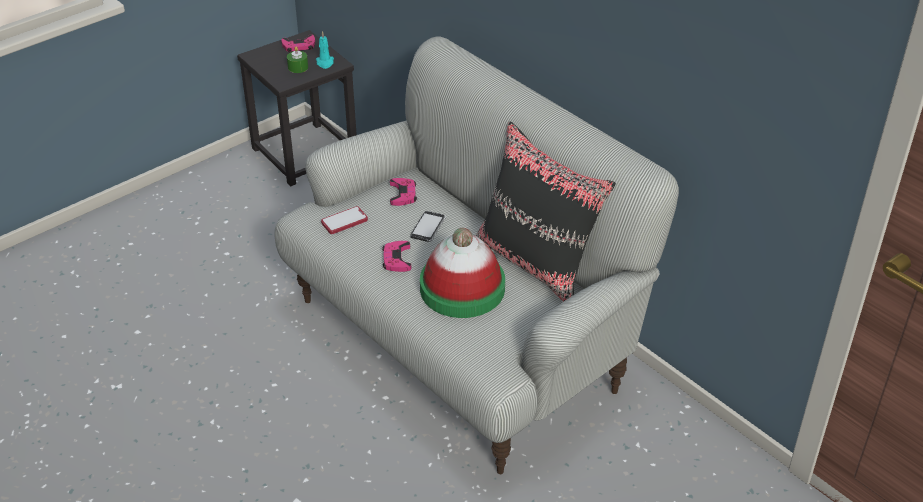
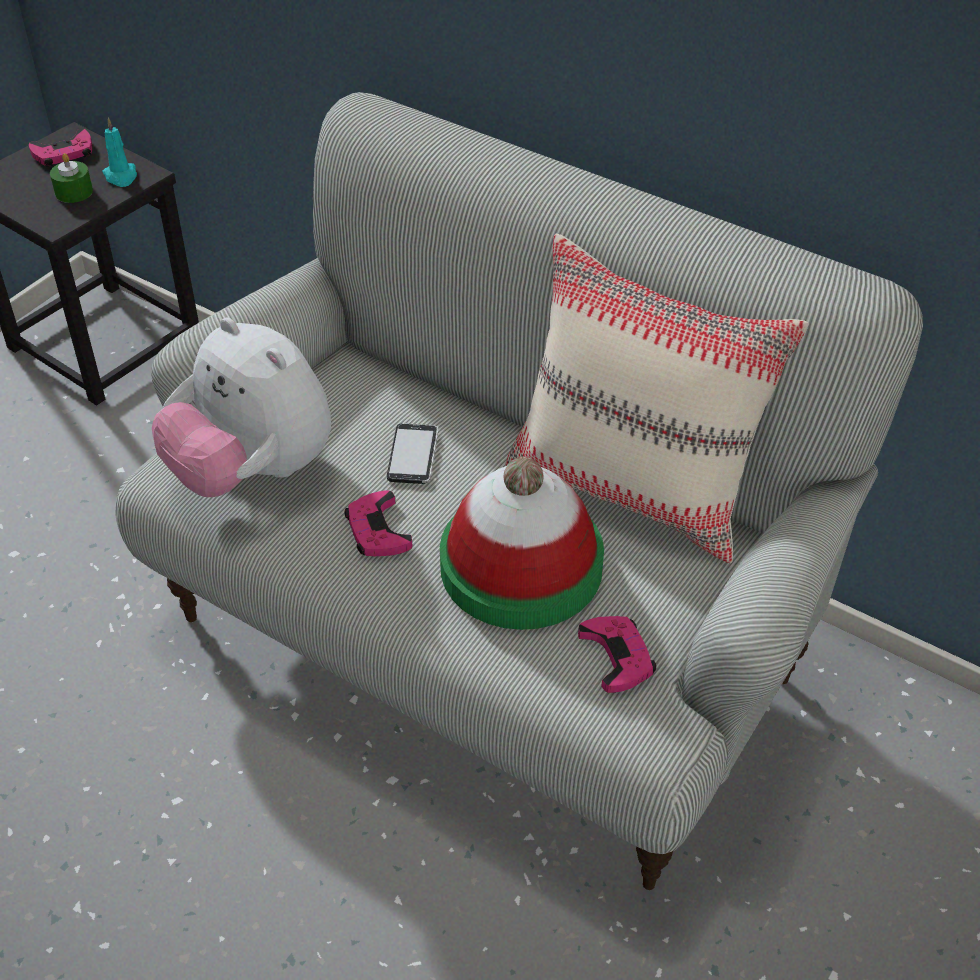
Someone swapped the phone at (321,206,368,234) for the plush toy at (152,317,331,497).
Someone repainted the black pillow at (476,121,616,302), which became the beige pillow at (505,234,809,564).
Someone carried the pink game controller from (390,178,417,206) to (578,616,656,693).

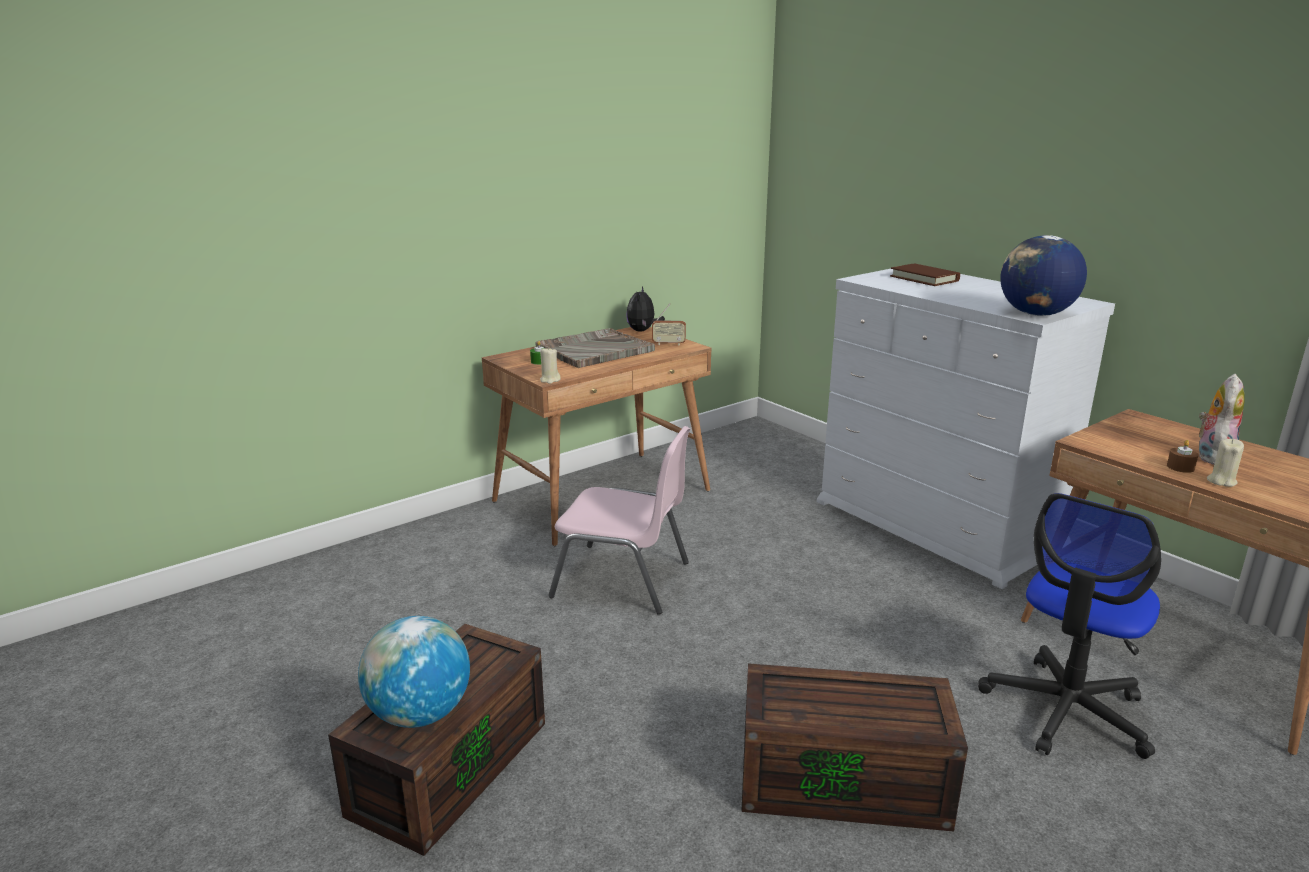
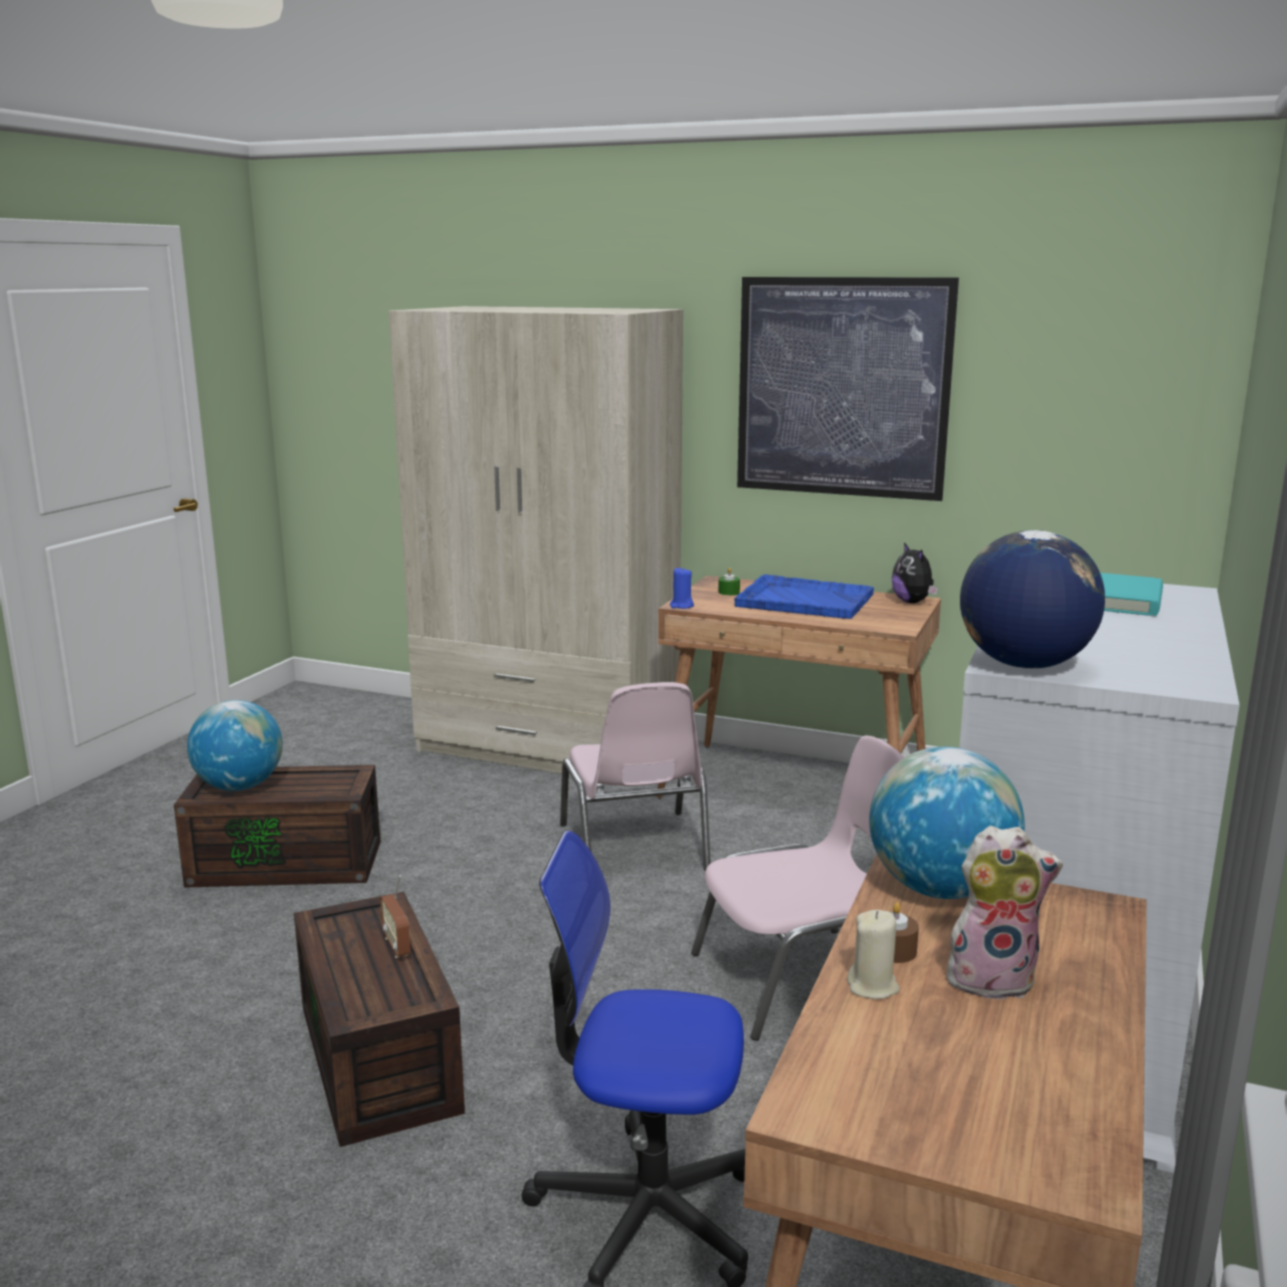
Someone carried the radio from (652,303,686,346) to (380,875,411,958).
Someone put down the beige wardrobe at (389,306,683,787).
Someone repainted the beige candle at (540,347,561,384), which became the blue candle at (670,567,694,609).
Someone put down the pink chair at (691,735,904,1041).
Someone repainted the grey tray at (536,328,655,368), which became the blue tray at (734,574,874,619).
Someone put up the picture at (737,277,959,501).
Someone put down the globe at (869,746,1025,899).
Someone rotated the plush toy at (626,287,665,331) by 90 degrees counterclockwise.
Someone repainted the brown book at (890,264,960,286), which became the turquoise book at (1100,573,1163,616).

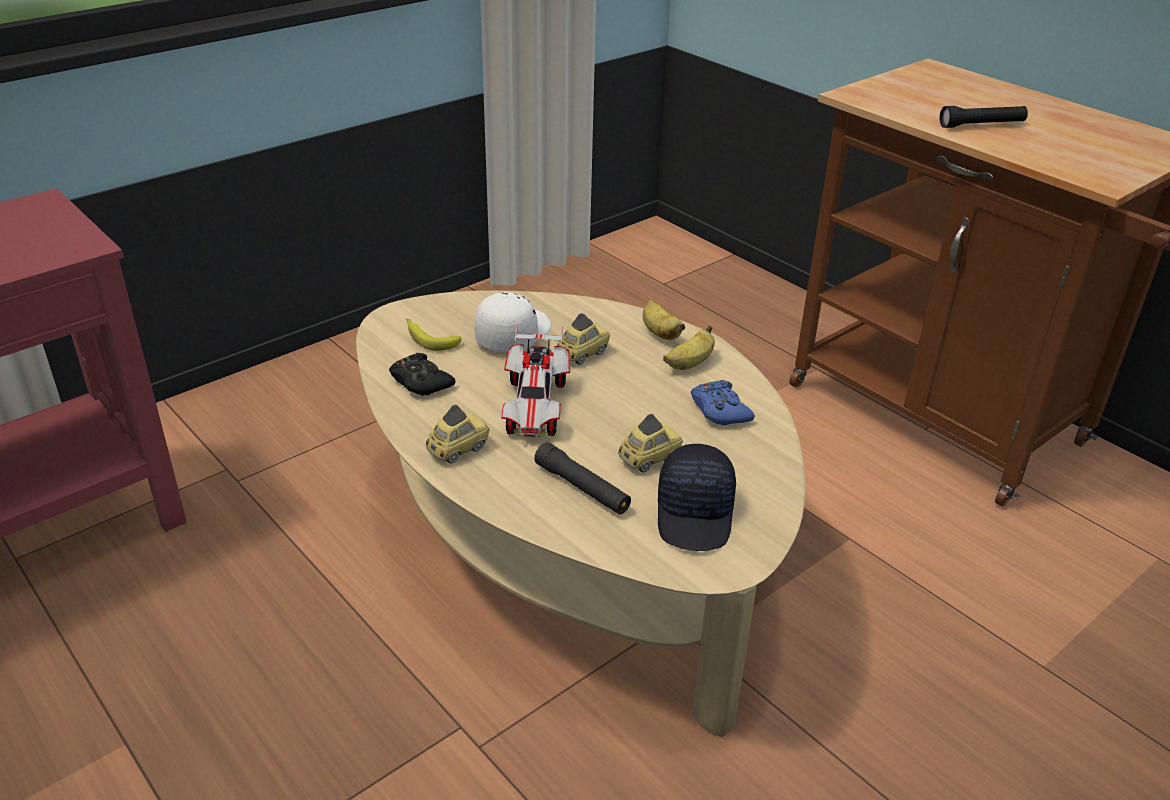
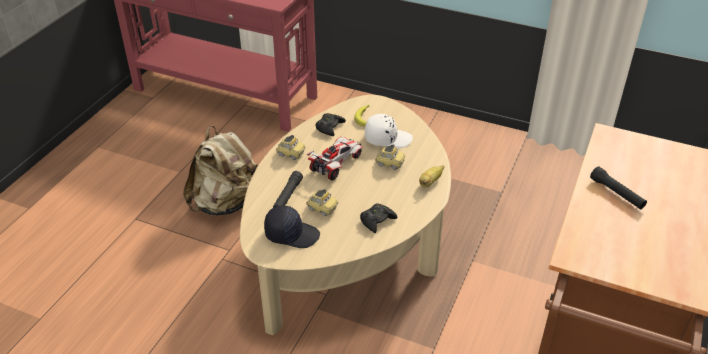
Someone put down the beige backpack at (183,125,258,215).
Someone rotated the black cap at (658,444,736,551) by 150 degrees counterclockwise.
Someone rotated the toy car at (502,324,570,437) by 150 degrees clockwise.
Someone repainted the blue game controller at (691,380,755,426), which became the black game controller at (360,203,397,233).
Someone took away the banana at (663,325,715,370).

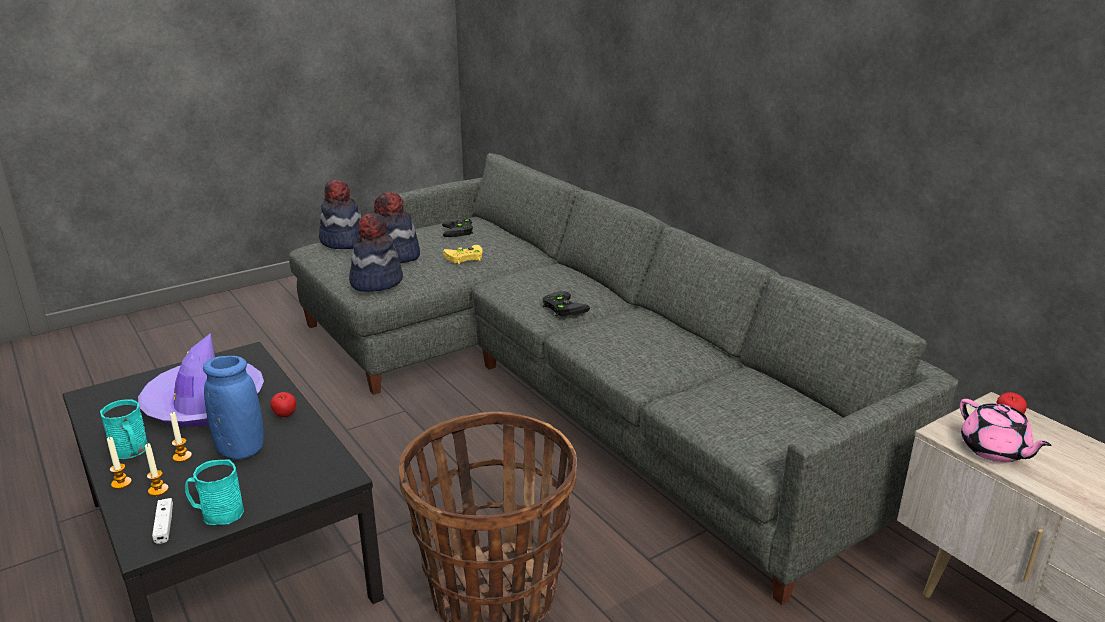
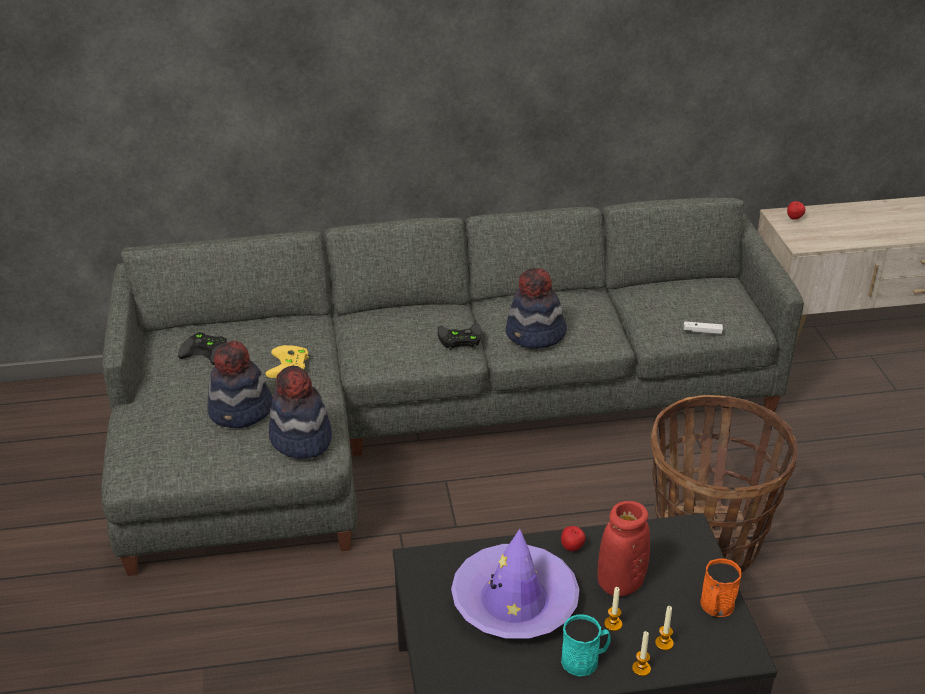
Someone carried the hat from (319,179,362,249) to (506,268,567,349).
Someone repainted the blue vase at (203,356,264,460), which became the red vase at (598,501,650,596).
Someone carried the white game controller from (152,498,173,544) to (684,321,723,334).
Someone repainted the turquoise mug at (185,460,244,525), which became the orange mug at (700,558,742,617).
Someone took away the pink teapot at (960,399,1051,462).

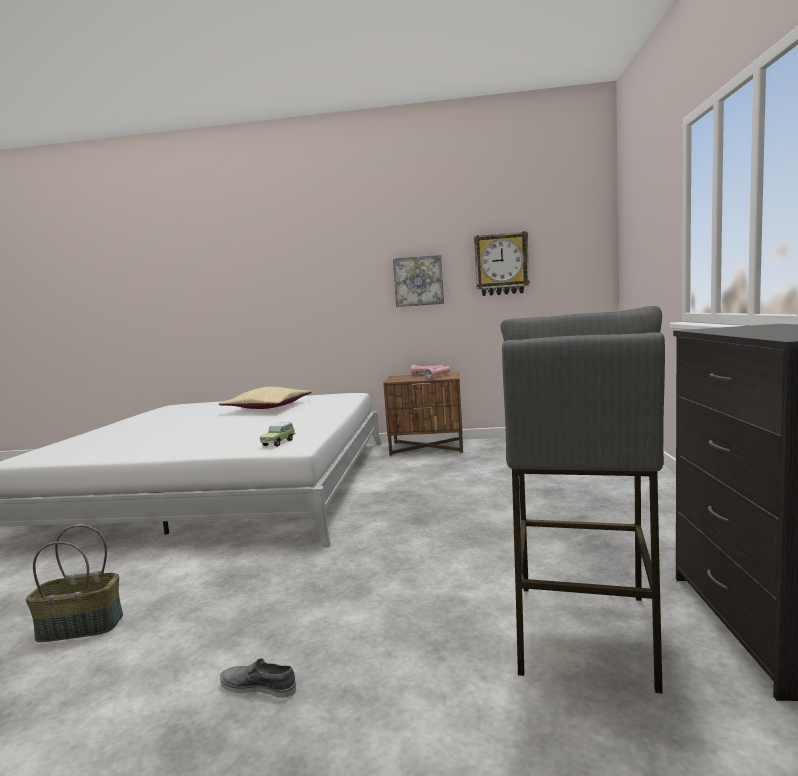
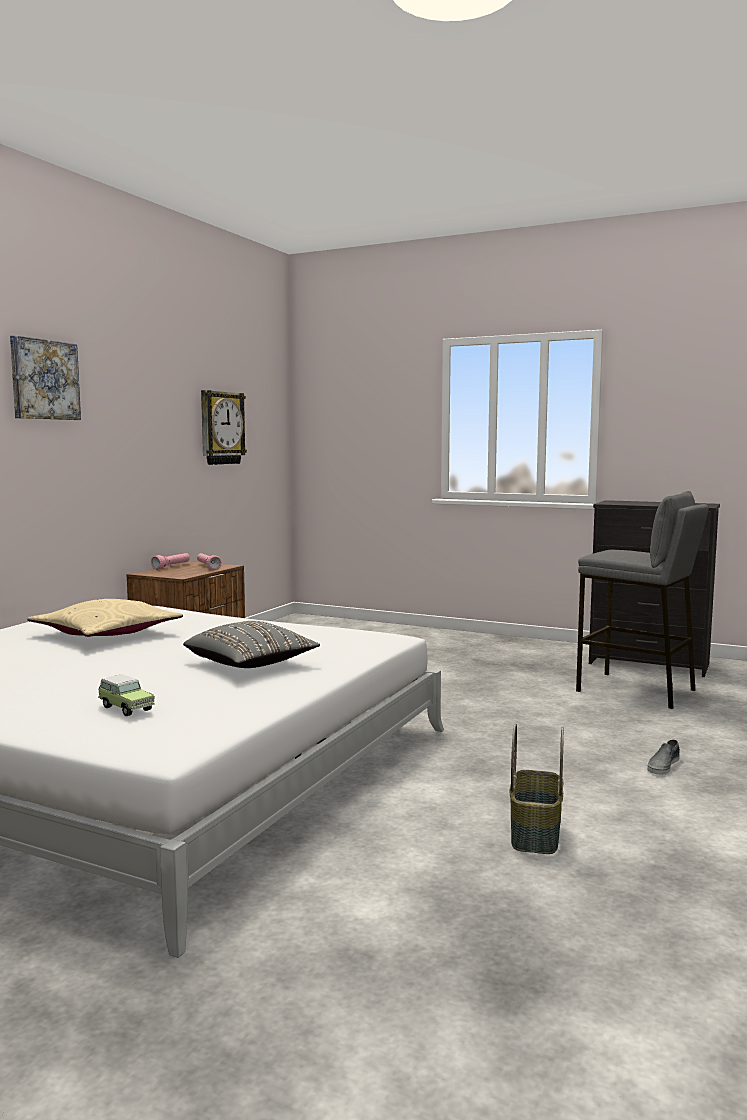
Someone carried the picture from (393,255,444,307) to (10,335,81,420).
Someone carried the toy car from (260,422,295,446) to (98,674,155,716).
Someone put down the grey pillow at (183,621,320,668).

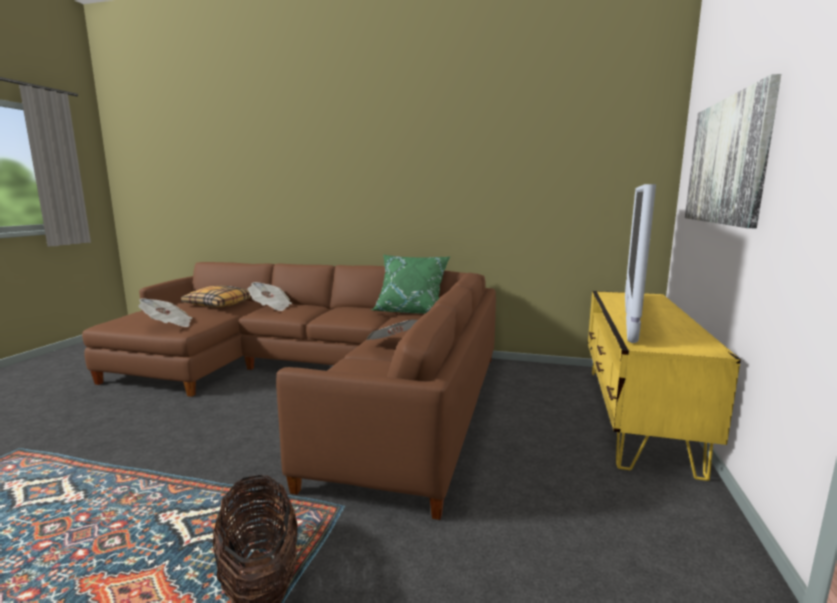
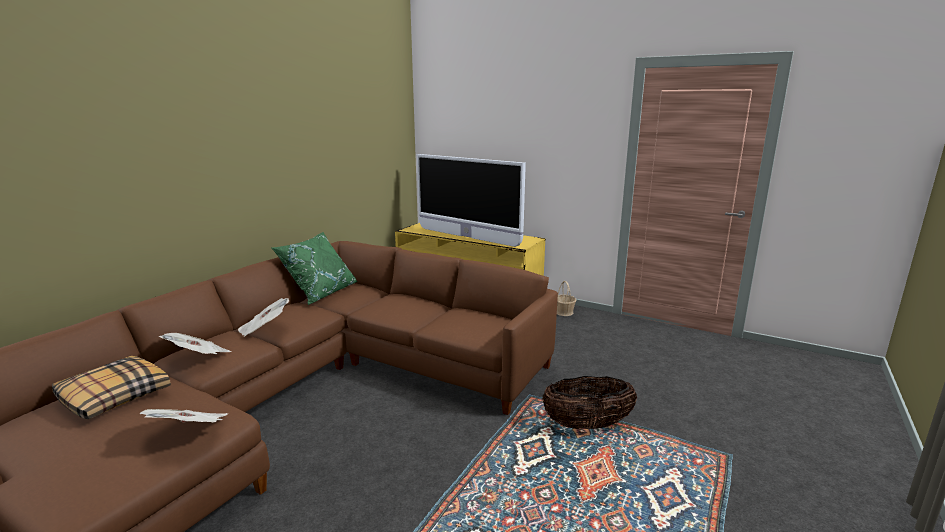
Someone carried the newspaper from (366,319,418,340) to (238,298,289,337).
Someone put down the basket at (557,281,576,316).
Someone took away the picture at (685,74,781,228).

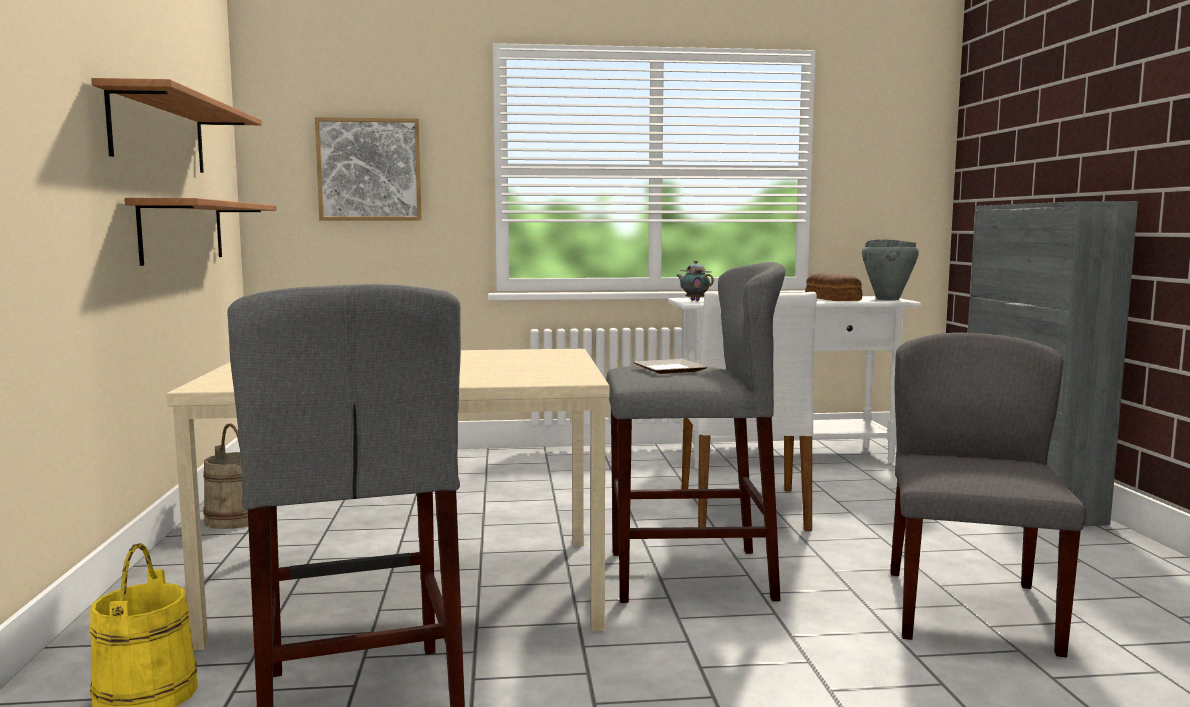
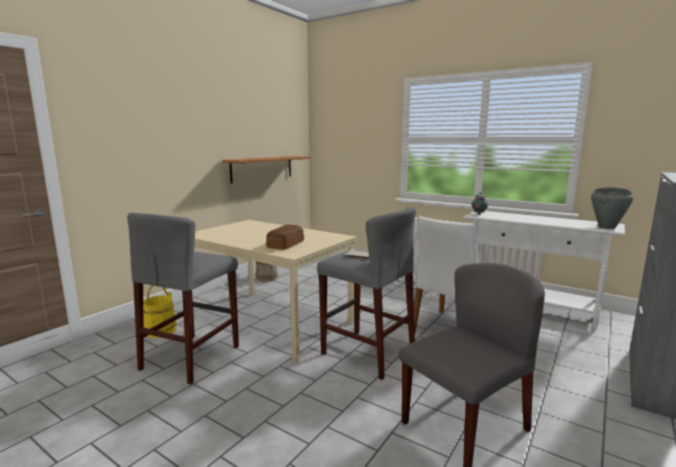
Someone carried the bread from (805,273,862,301) to (266,224,304,250).
Someone took away the shelf at (91,78,262,173).
Someone took away the picture at (315,117,422,221).

